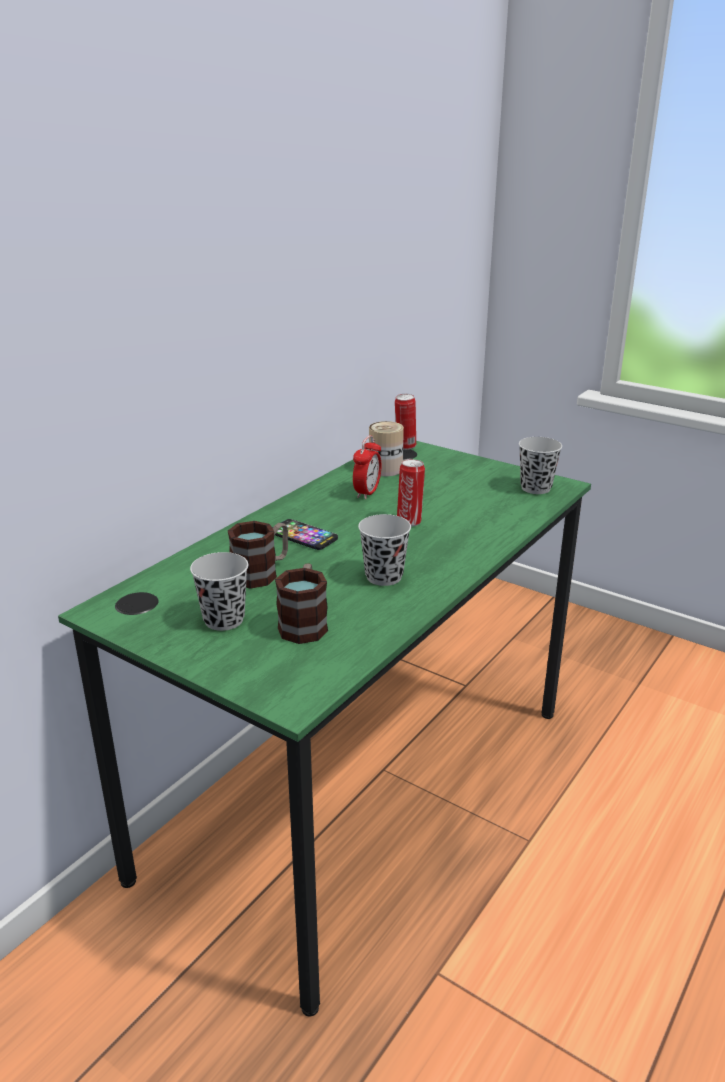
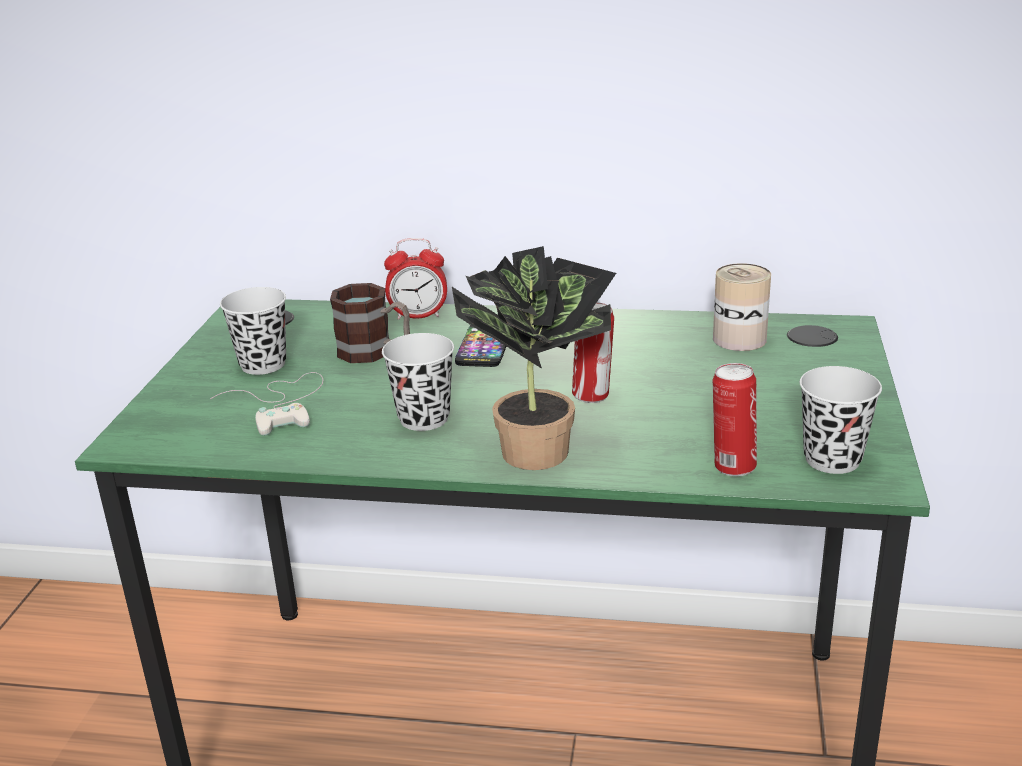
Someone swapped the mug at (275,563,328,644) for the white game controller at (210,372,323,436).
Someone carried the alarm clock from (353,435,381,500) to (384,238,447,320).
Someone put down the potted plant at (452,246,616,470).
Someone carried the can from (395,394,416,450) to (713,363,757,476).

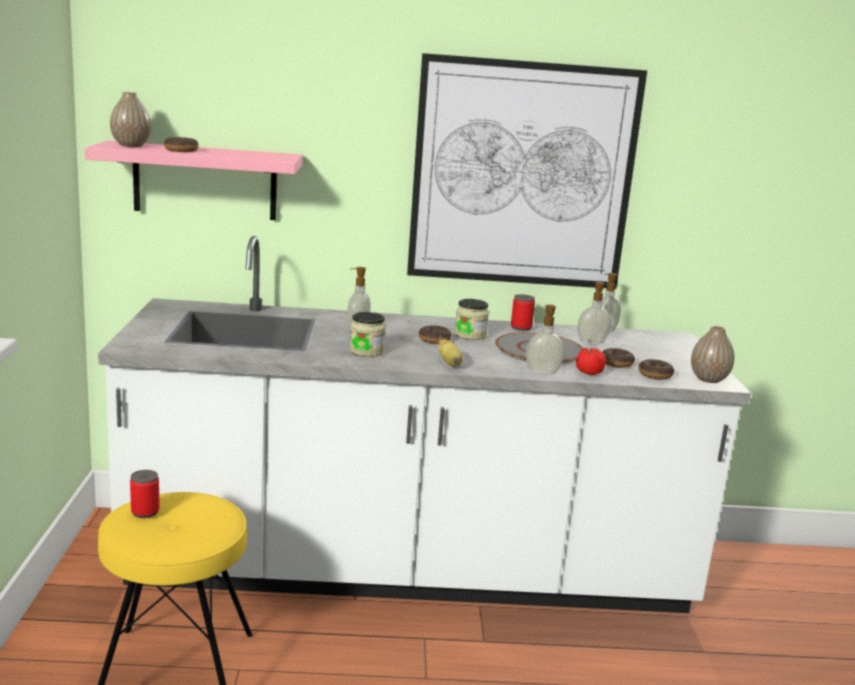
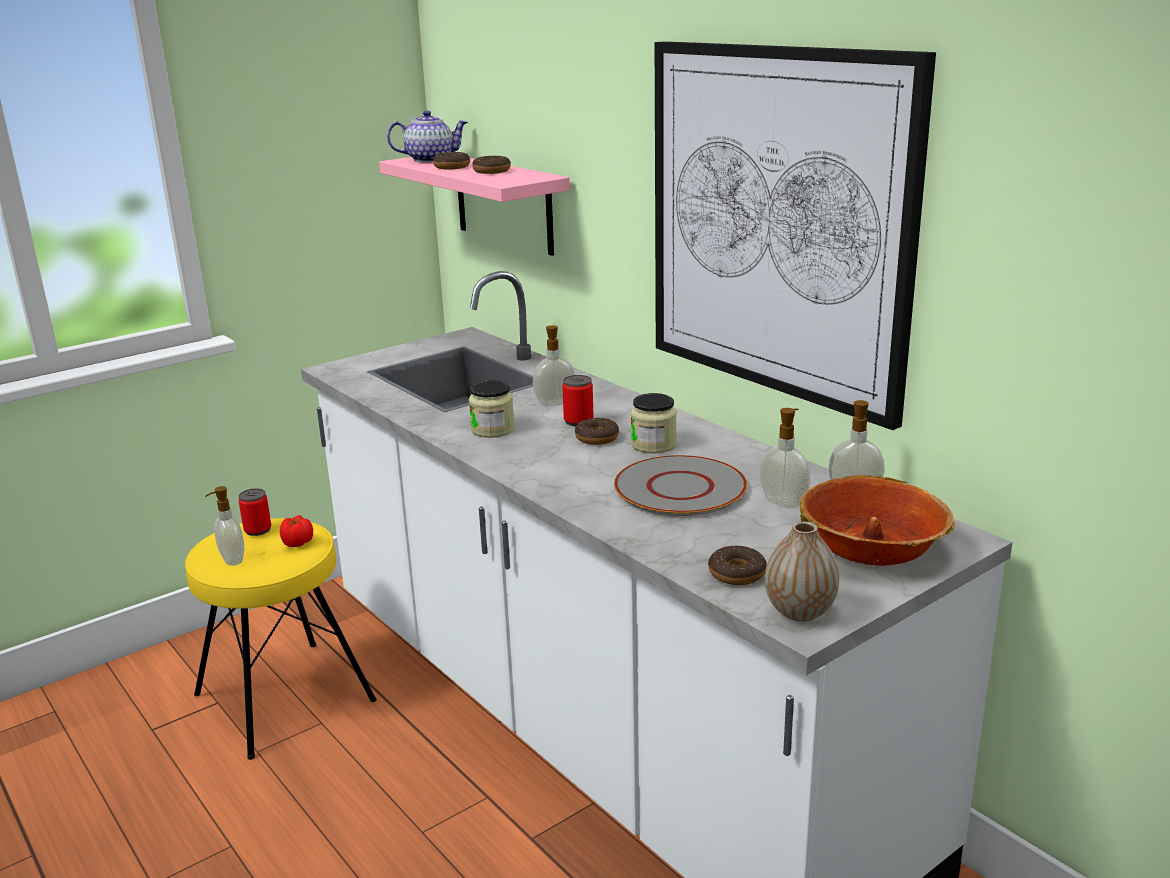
Someone carried the soap dispenser from (526,305,565,375) to (205,486,245,566).
Someone carried the tomato from (576,348,606,375) to (280,515,313,547).
Someone swapped the vase at (110,92,151,147) for the teapot at (387,110,468,162).
Someone carried the donut from (602,348,635,368) to (472,156,511,174).
Someone carried the can from (511,294,535,331) to (562,375,594,426).
Someone put down the bowl at (800,475,955,566).
Someone took away the banana at (438,336,463,367).

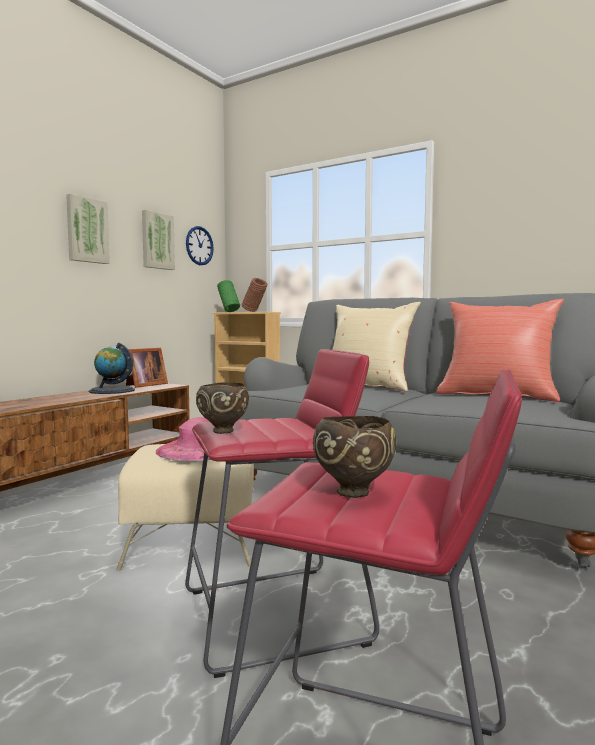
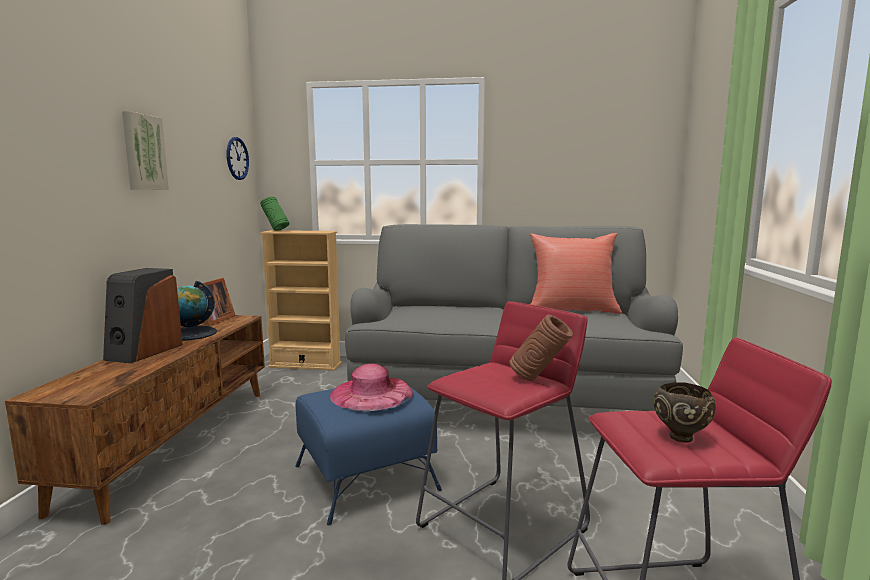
Someone put down the speaker at (103,268,183,363).
Someone repainted the beige ottoman at (116,444,254,571), which became the blue ottoman at (295,386,442,525).
Someone carried the brown vase from (241,278,267,312) to (509,315,573,381).
Someone took away the picture at (142,210,175,270).
Someone took away the brown bowl at (196,382,249,434).
Someone took away the beige pillow at (332,302,421,392).

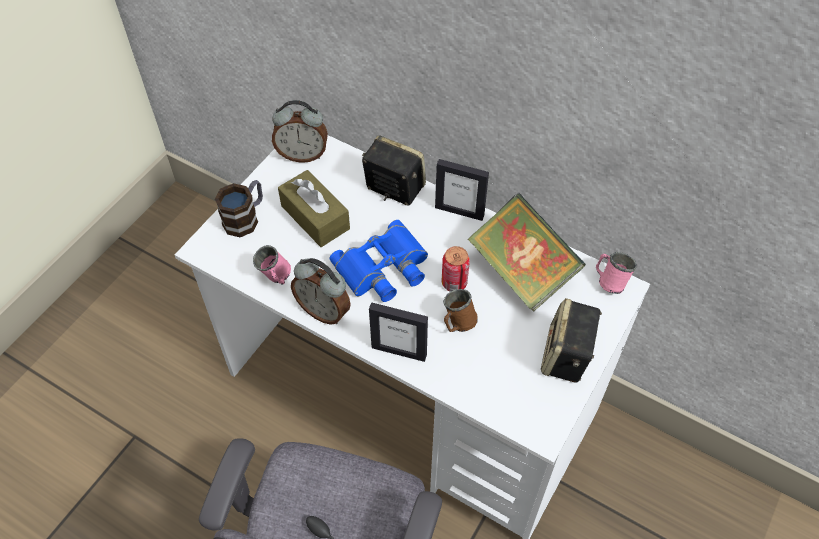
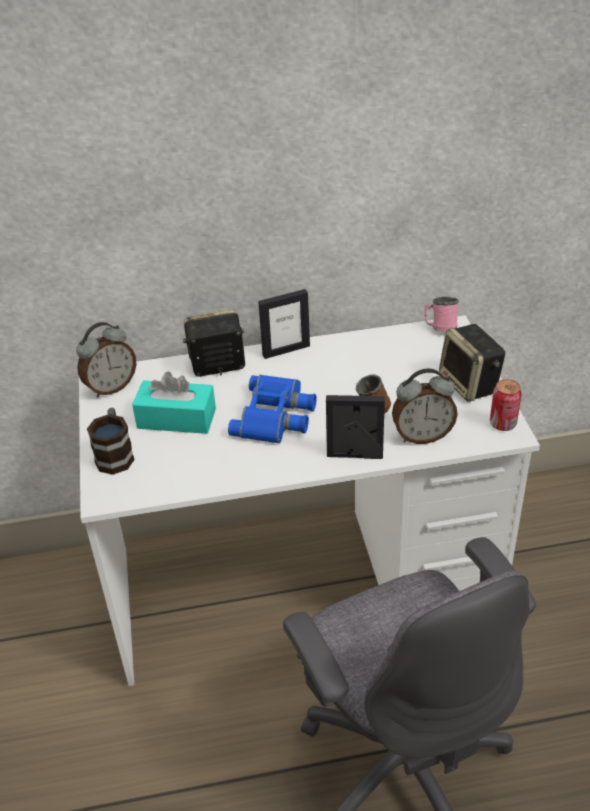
Someone repainted the brown tissue box at (278,170,350,247), which became the turquoise tissue box at (132,372,216,434).
Someone rotated the picture frame at (369,302,428,362) by 150 degrees counterclockwise.
Someone carried the alarm clock from (291,258,351,325) to (392,369,458,444).
Someone carried the can from (442,246,470,292) to (490,379,522,431).
Someone took away the pink mug at (253,245,291,285).
Someone took away the book at (467,194,586,311).

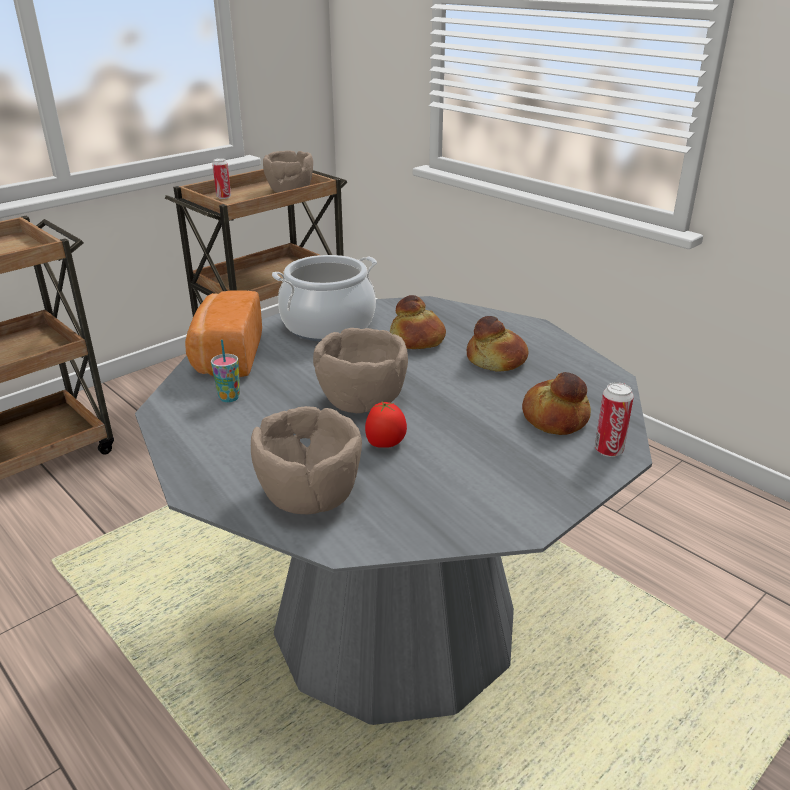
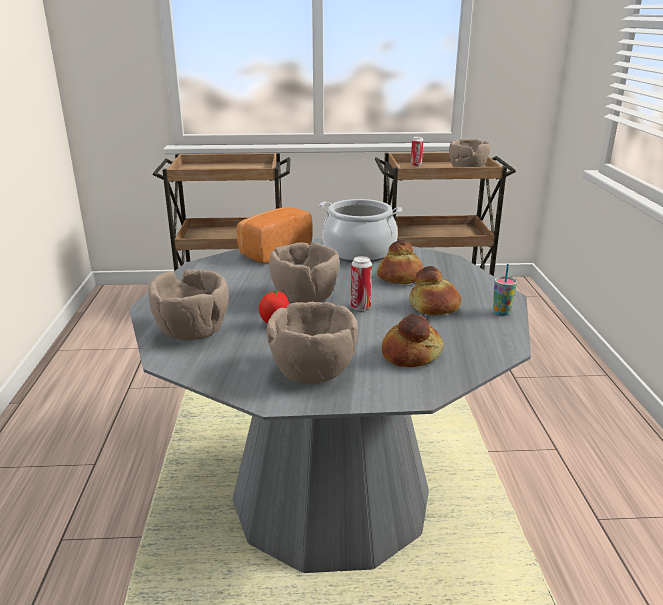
Someone put down the brown bowl at (267,302,358,384).
Someone carried the can from (595,382,634,457) to (351,256,372,311).
Someone carried the cup from (211,340,240,402) to (493,264,517,316).

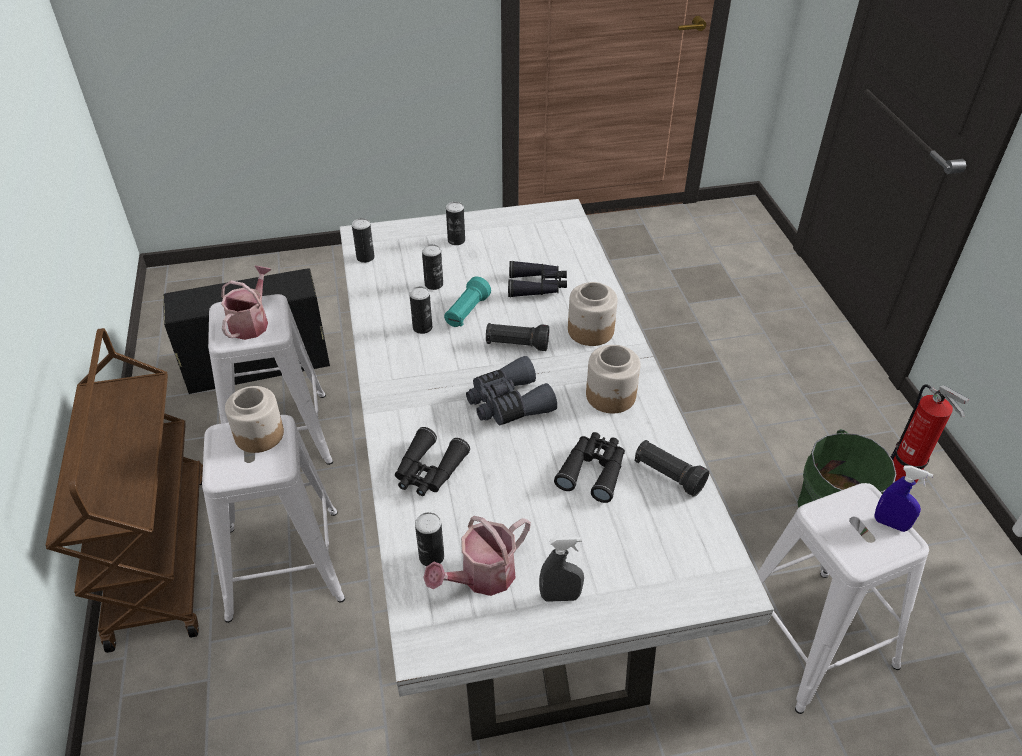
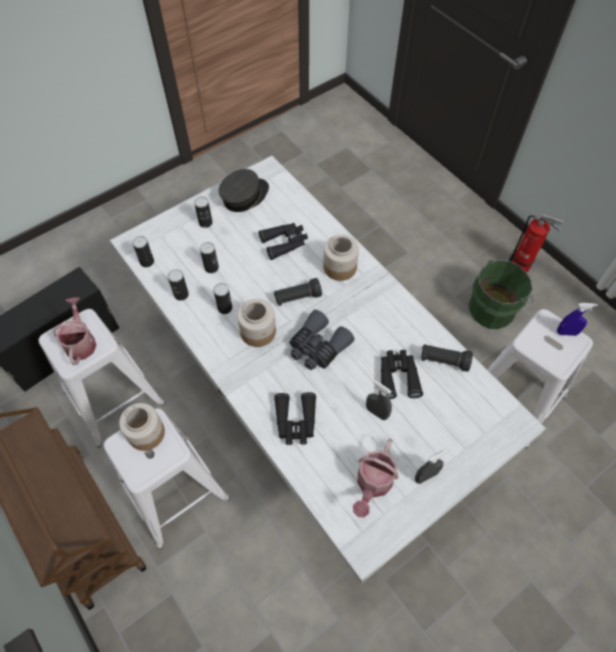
Someone carried the can from (415,512,444,566) to (168,269,189,301).
Someone put down the grey cap at (219,169,269,212).
Someone carried the jar from (586,345,640,413) to (237,299,276,347).
Someone put down the grey spray bottle at (366,380,392,420).
Someone took away the turquoise flashlight at (444,277,491,327).

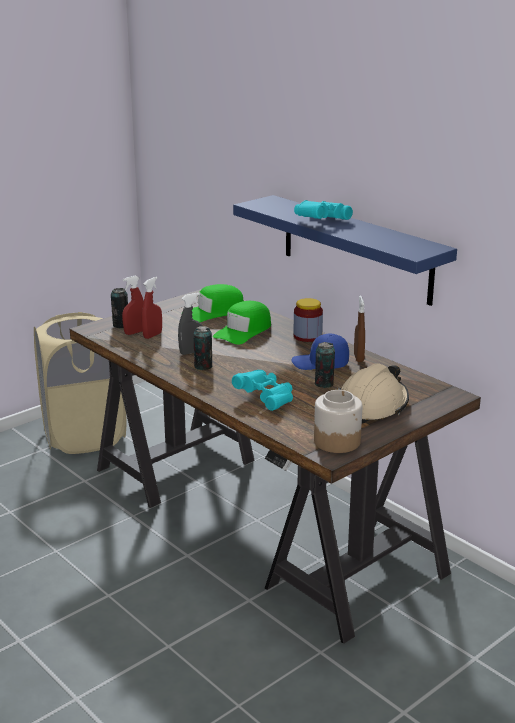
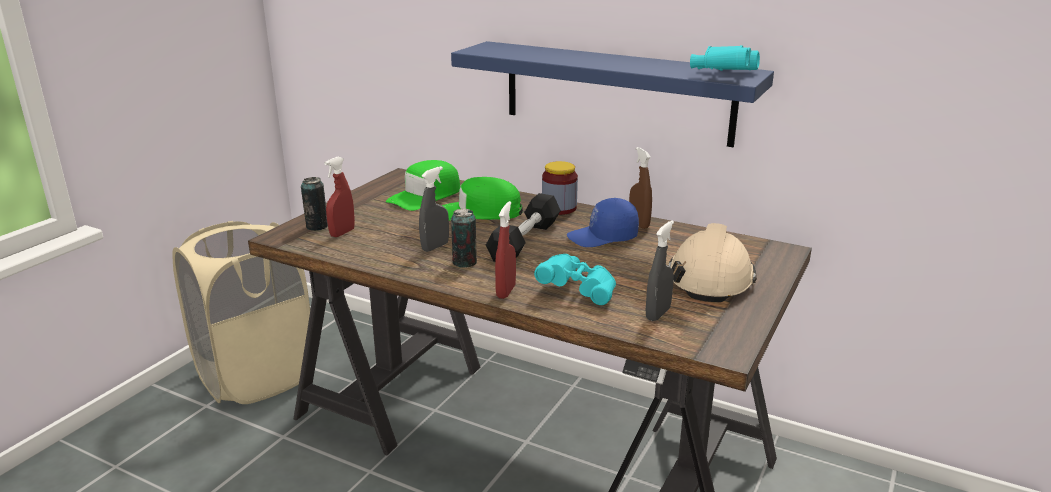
Someone rotated the green cap at (213,301,271,345) by 75 degrees clockwise.
Someone put down the black dumbbell at (486,193,561,262).
Someone carried the red spray bottle from (142,277,162,339) to (495,201,516,299).
Someone put down the grey spray bottle at (646,220,674,321).
Someone carried the turquoise binoculars from (294,200,353,220) to (690,45,760,71).
Someone took away the jar at (314,390,362,453).
Someone took away the can at (315,342,335,388).

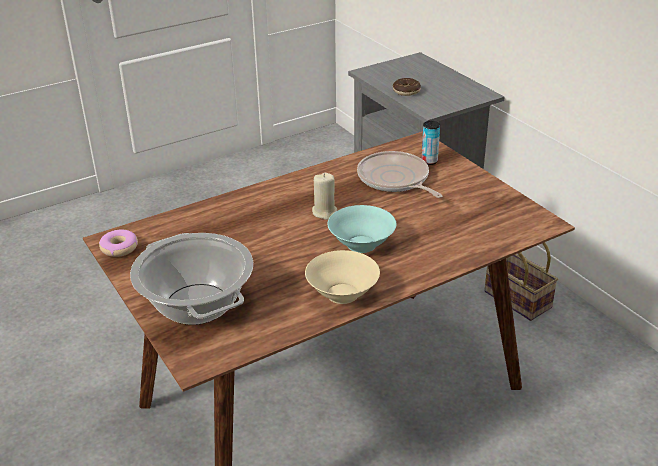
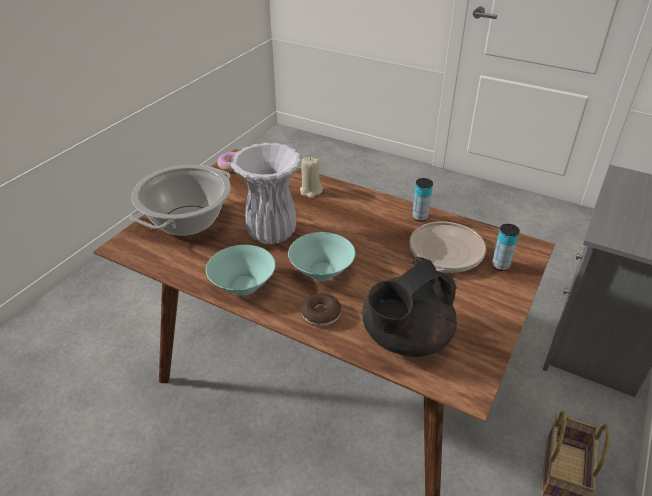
Someone repainted the beige bowl at (305,250,380,304), which became the turquoise bowl at (206,245,276,296).
Someone put down the white vase at (231,143,302,244).
Someone carried the beige candle from (312,173,337,220) to (300,157,323,198).
Someone carried the donut from (393,78,421,96) to (301,293,341,327).
Someone put down the black teapot at (362,257,457,357).
Someone put down the can at (412,178,433,222).

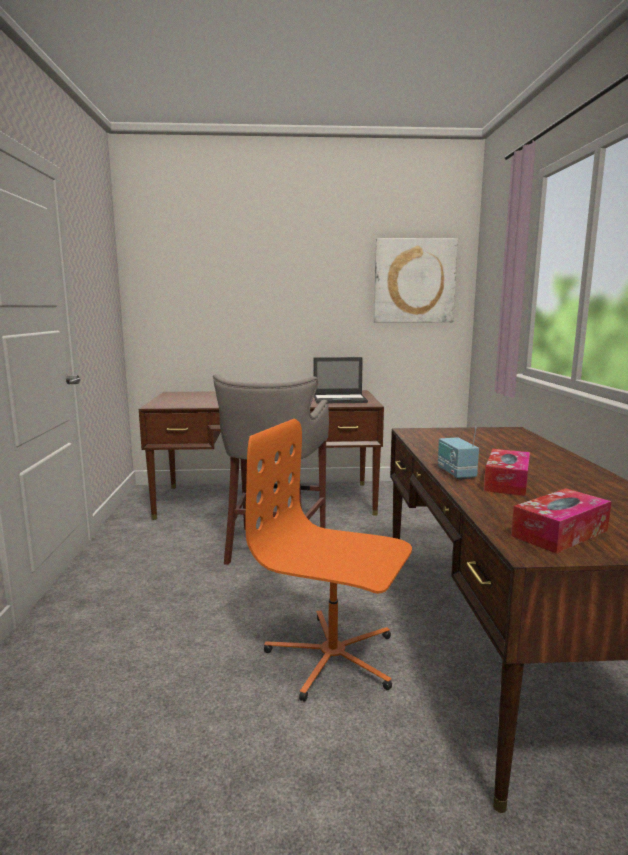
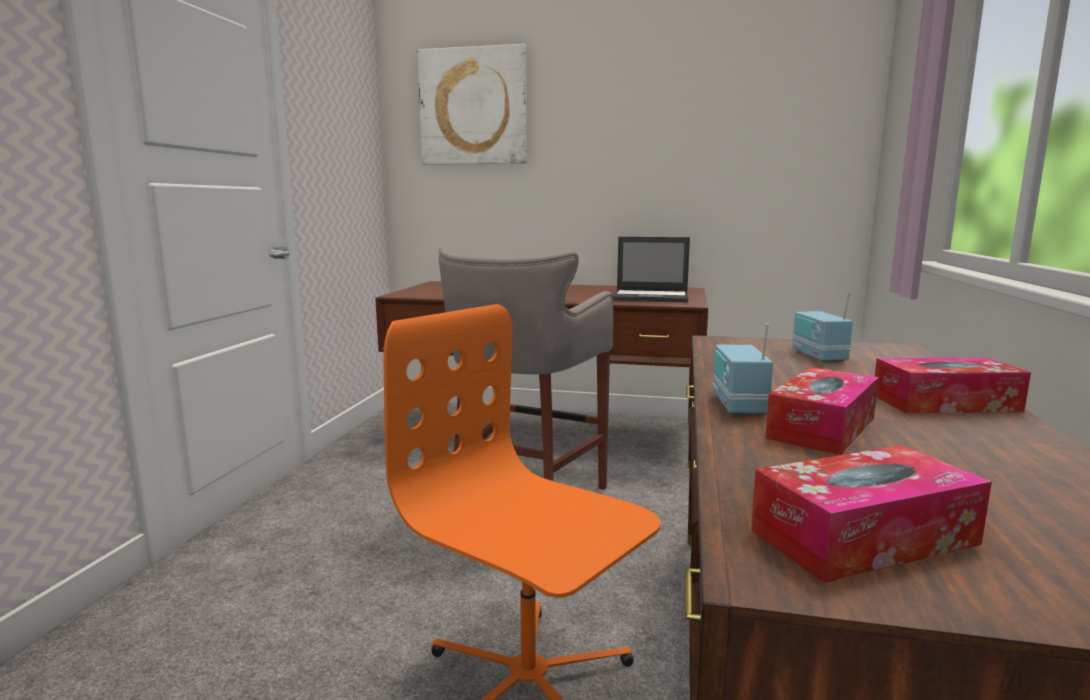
Someone carried the picture from (374,238,458,322) to (417,44,527,165).
Someone put down the radio at (792,292,853,363).
Someone put down the tissue box at (875,357,1031,414).

